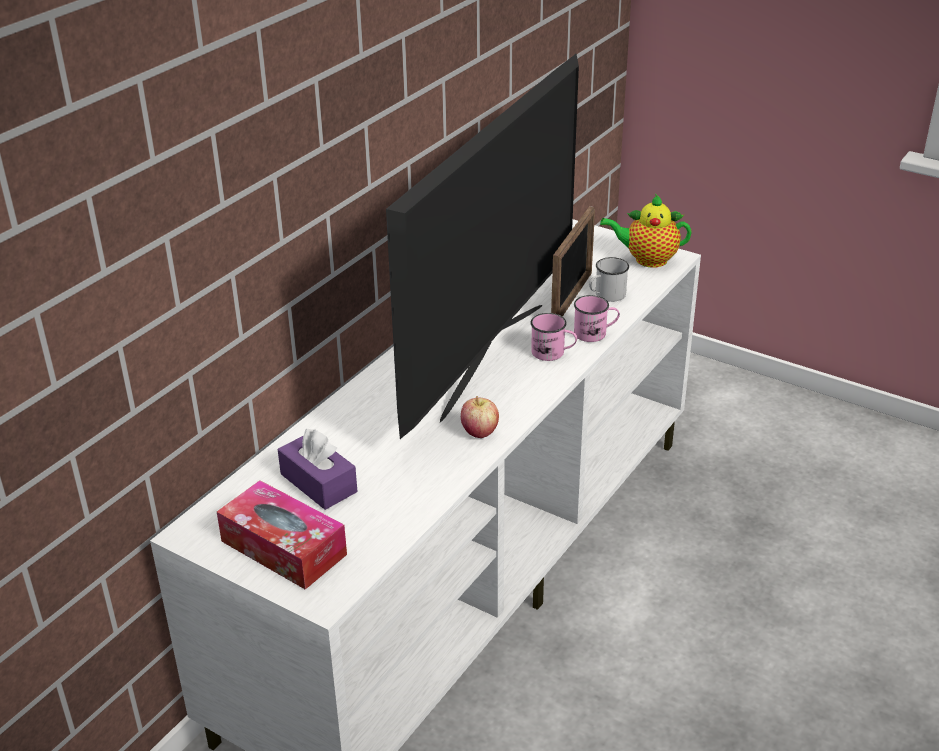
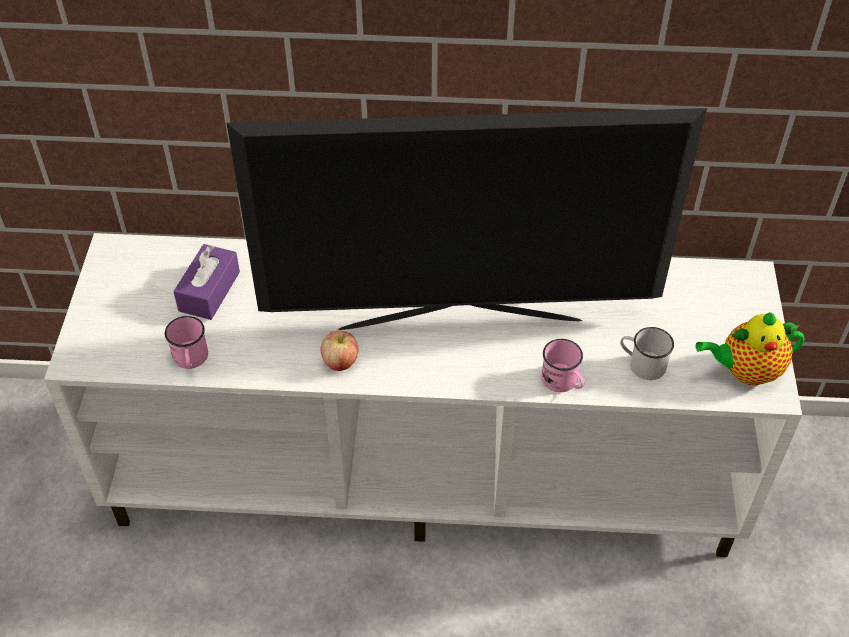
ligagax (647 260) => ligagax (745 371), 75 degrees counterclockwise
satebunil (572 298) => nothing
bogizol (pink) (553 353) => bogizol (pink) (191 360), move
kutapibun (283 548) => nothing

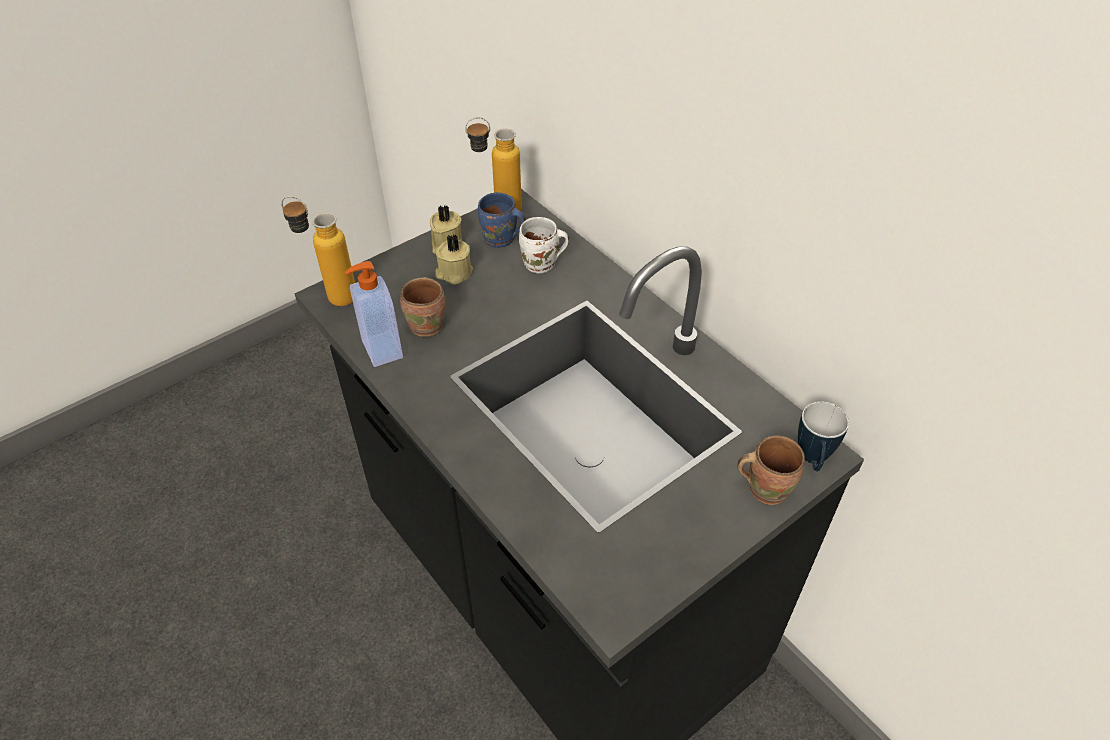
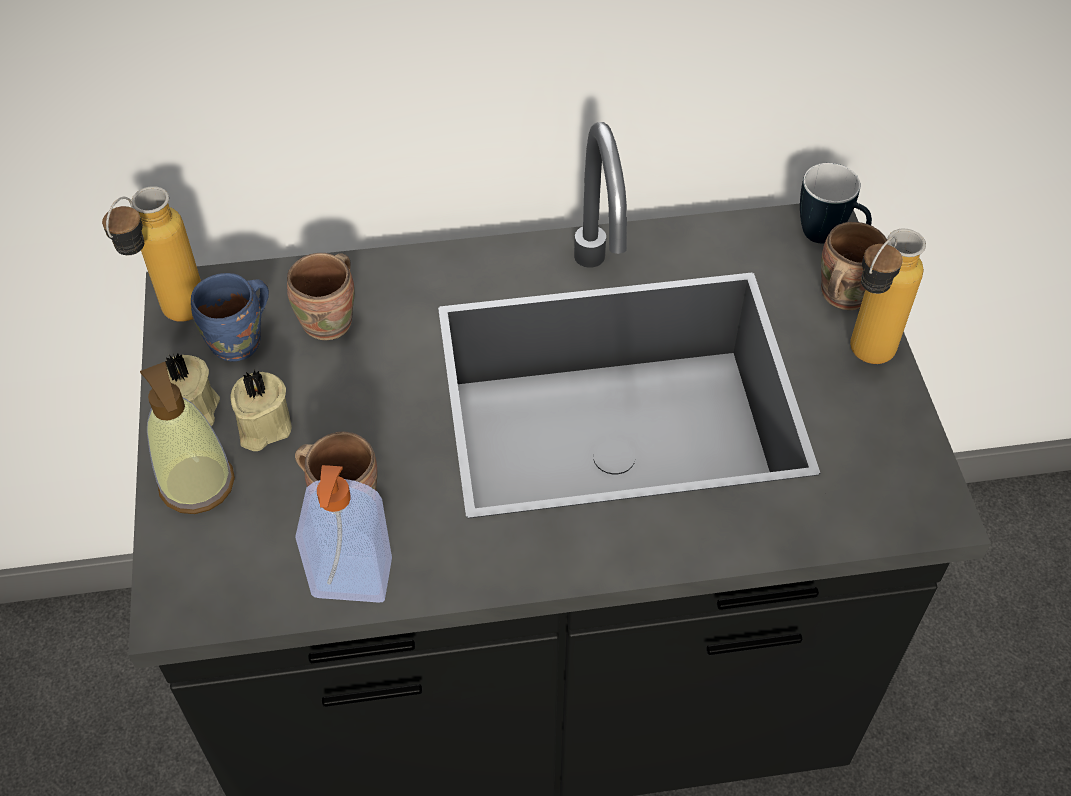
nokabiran (331 295) => nokabiran (861 359), move
bogizol (white) (542 265) => bogizol (brown) (332 321)
nothing => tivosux (197 484)

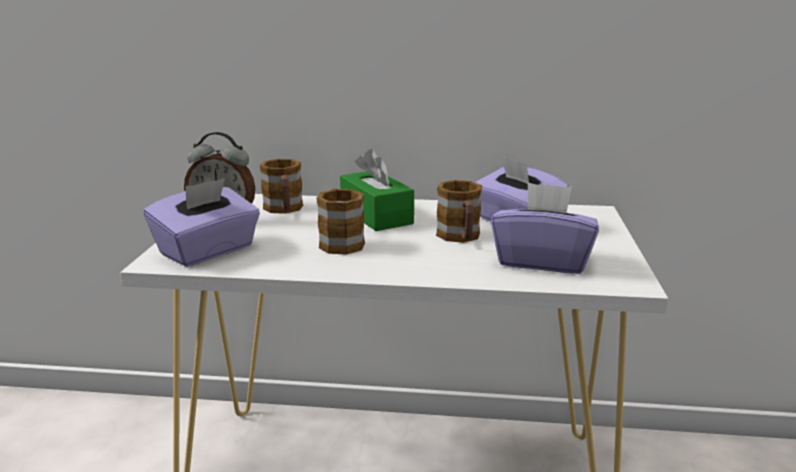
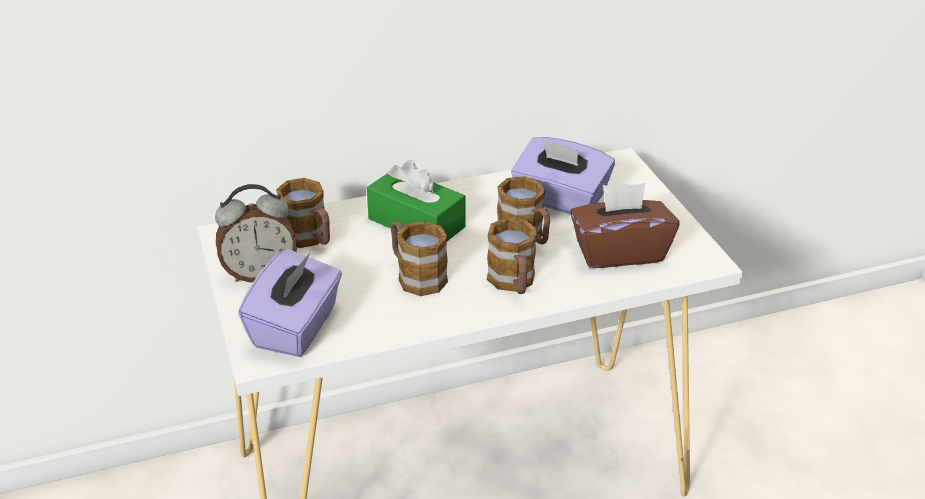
kutapibun (purple) (542 261) => kutapibun (brown) (619 252)
nothing => bogizol (513 283)

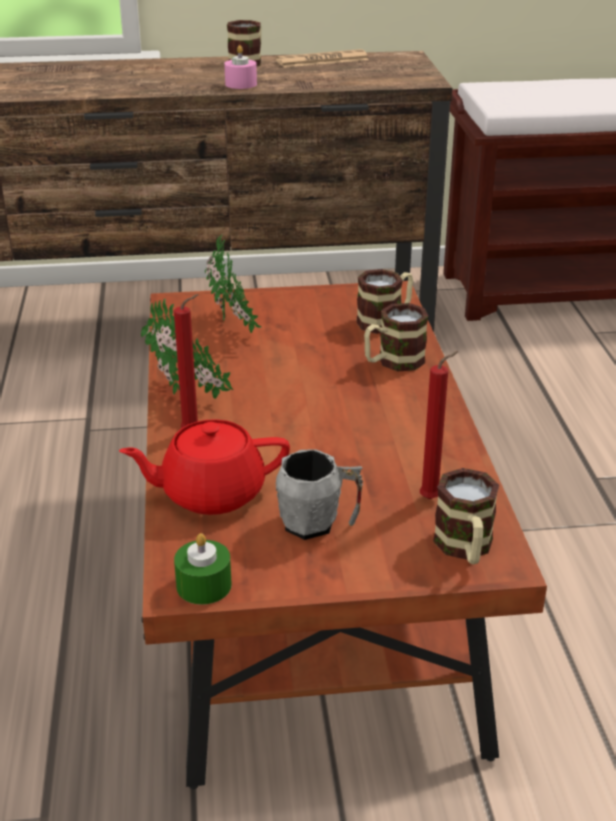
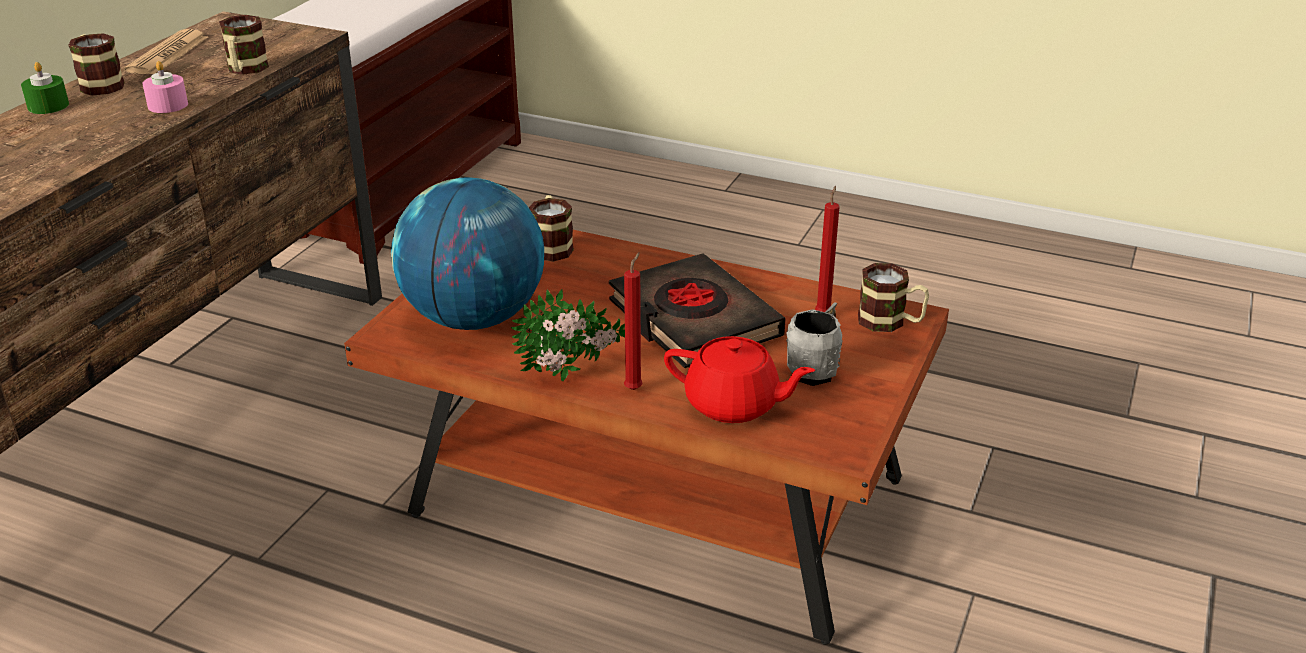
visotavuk (233 327) => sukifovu (474 318)
bogizol (393 362) => bogizol (245 70), move
ligagax (red) (211 493) => ligagax (red) (734 405), 90 degrees counterclockwise
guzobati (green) (204 585) => guzobati (green) (48 106), move
nothing => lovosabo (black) (693 320)

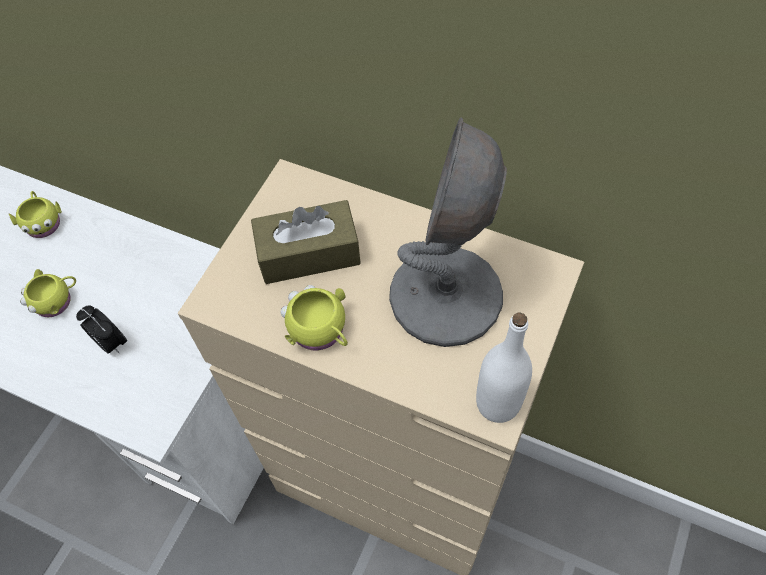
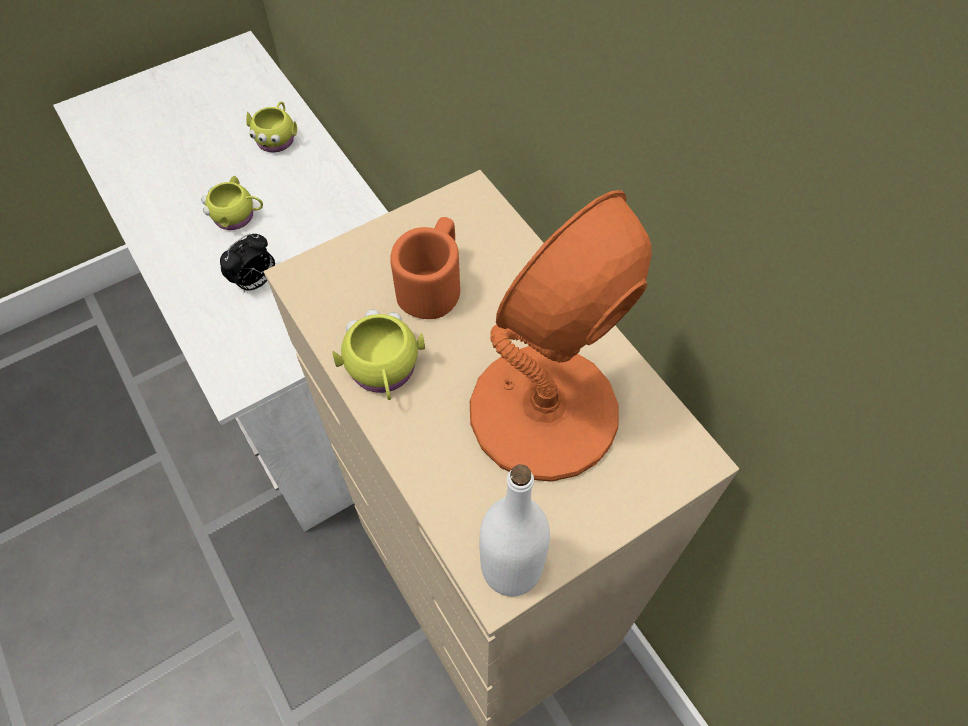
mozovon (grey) (446 297) => mozovon (orange) (543 414)
kutapibun (brown) (308 253) => bogizol (orange) (433 283)
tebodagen (111 342) => tebodagen (255 282), 120 degrees counterclockwise

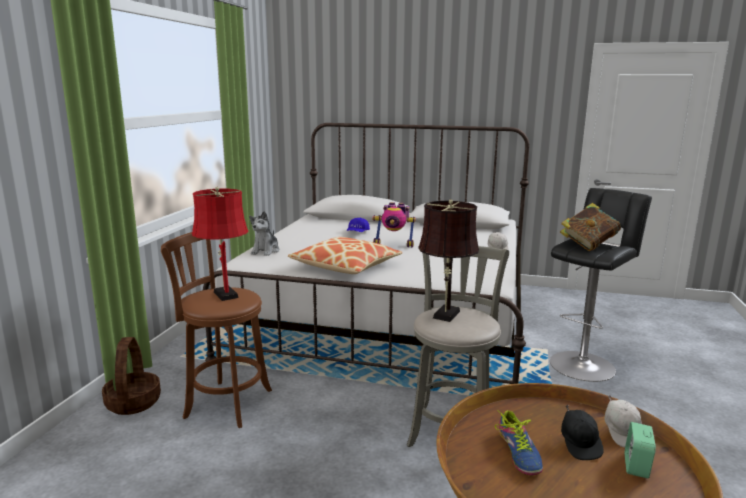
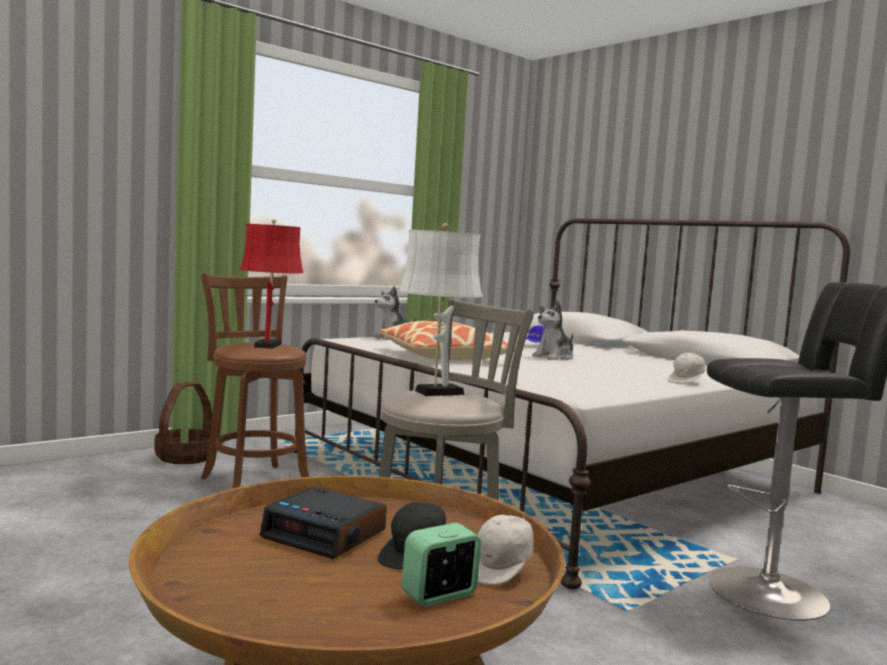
mozovon (brown) (445 316) => mozovon (white) (435 392)
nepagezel (394 244) => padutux (554 357)
lovosabo (588 245) => nothing
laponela (519 452) => tebodagen (326 534)

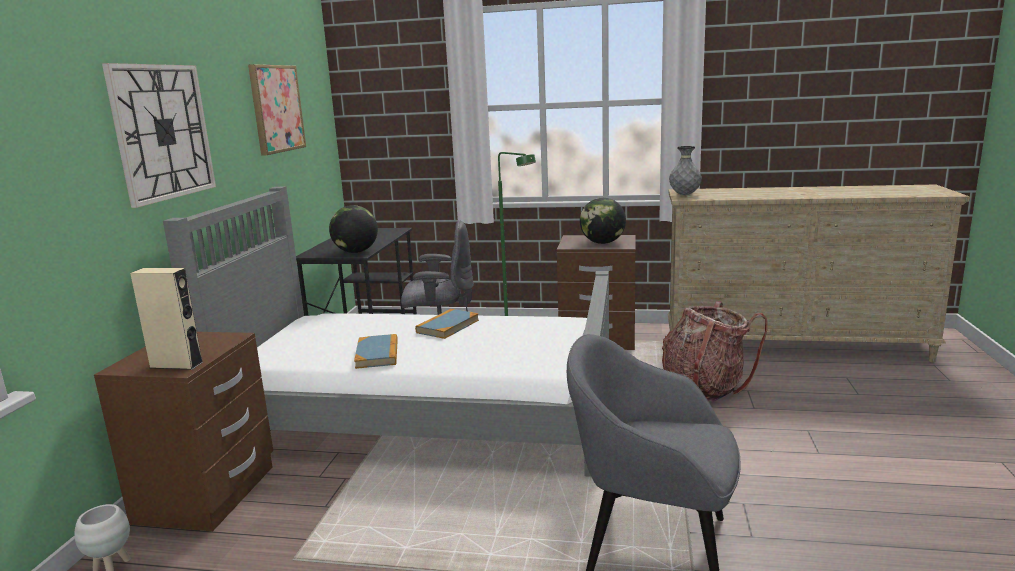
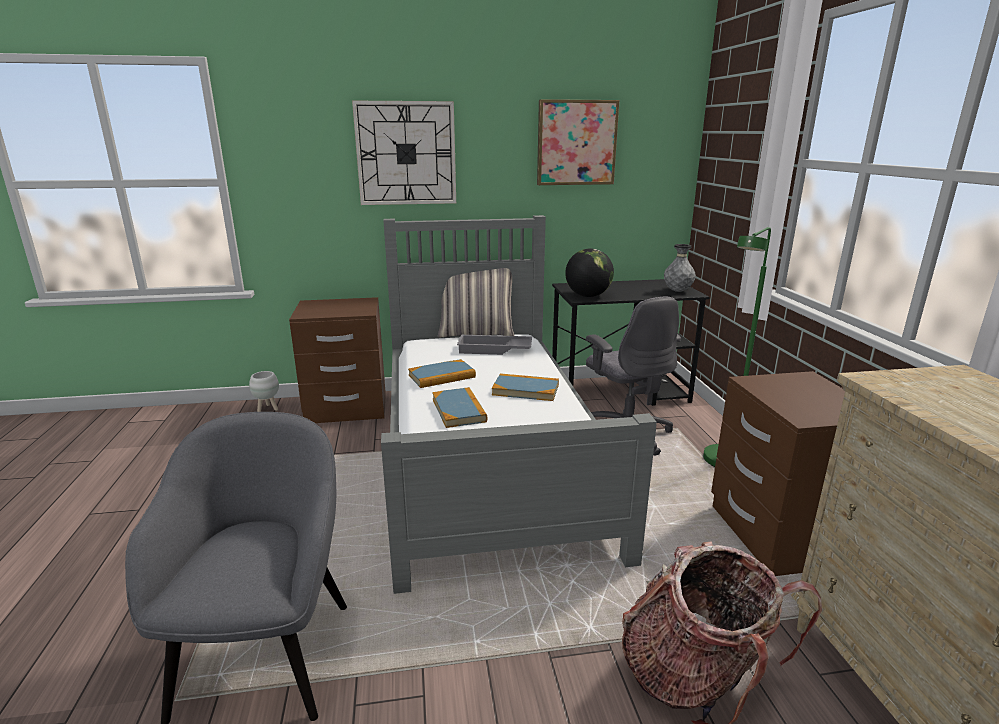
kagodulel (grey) (684 195) => kagodulel (grey) (677 291), move
sukifovu (602 243) => nothing
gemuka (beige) (176 365) => nothing
nothing => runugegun (476 333)
nothing => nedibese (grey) (494 350)
nothing => lovosabo (459 410)

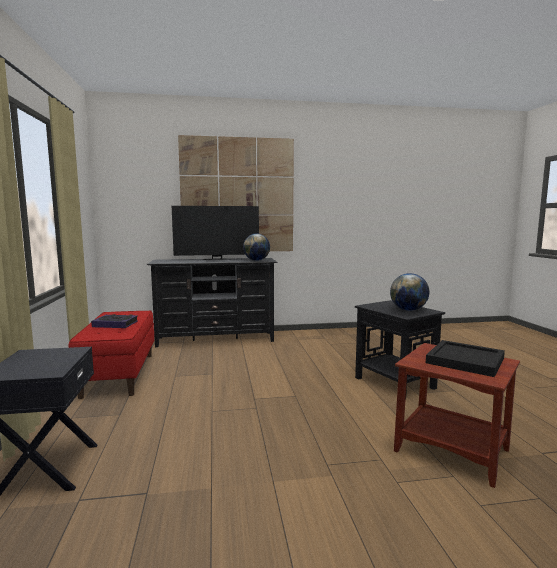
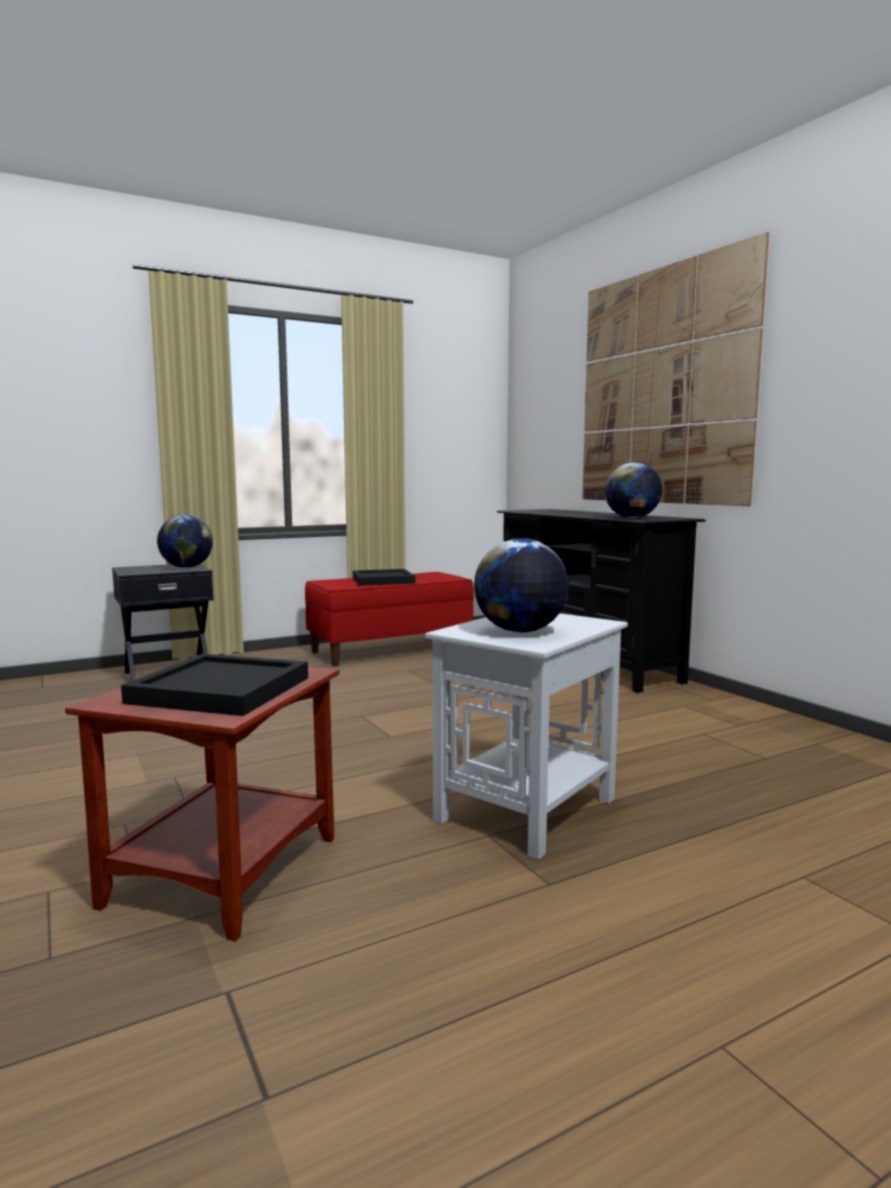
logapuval (217 259) => nothing
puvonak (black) (395 383) => puvonak (white) (525 810)
lovosabo (115 324) => nedibese (black) (383 580)
nothing => sukifovu (186 567)

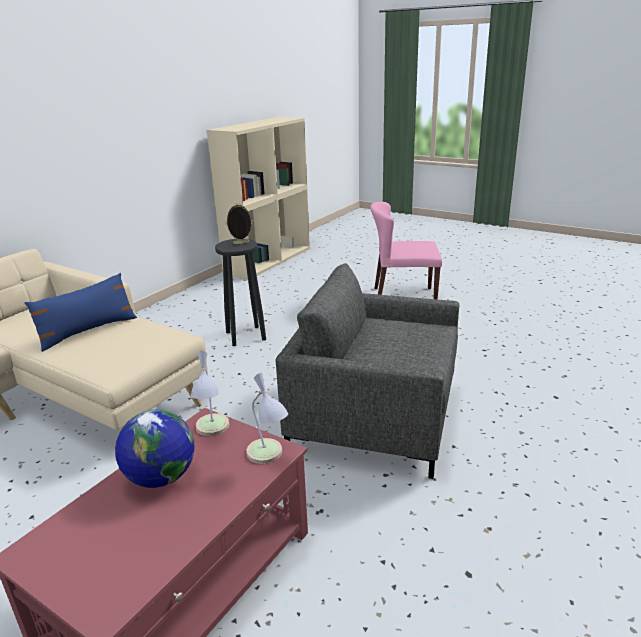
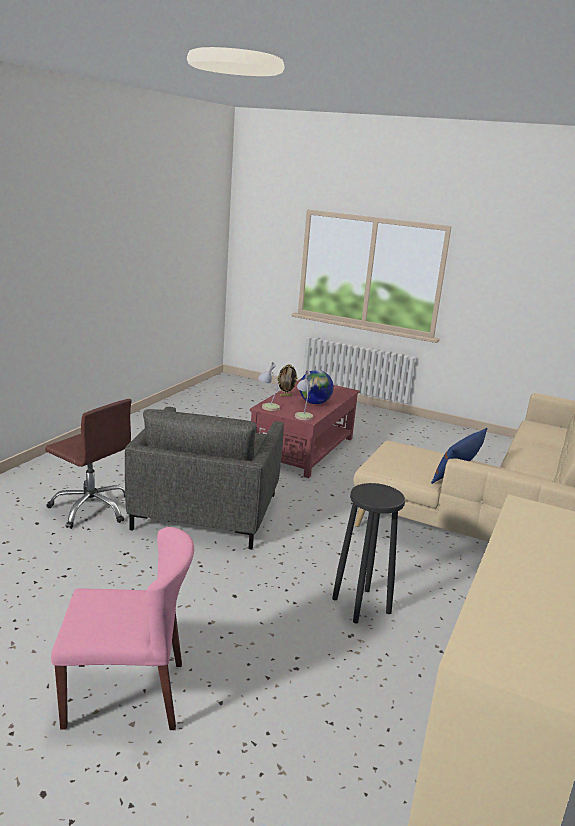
satebunil (241 243) => satebunil (286 395), move
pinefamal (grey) (374 418) => pinefamal (grey) (205 511), 90 degrees clockwise
nothing => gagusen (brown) (91 508)

